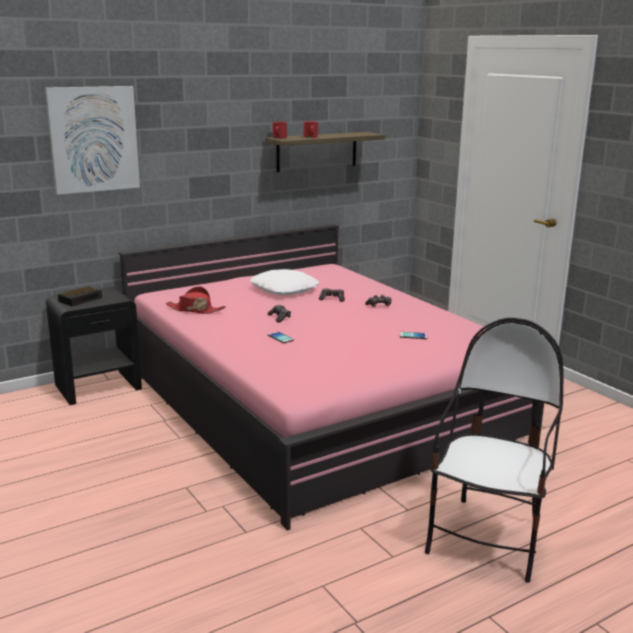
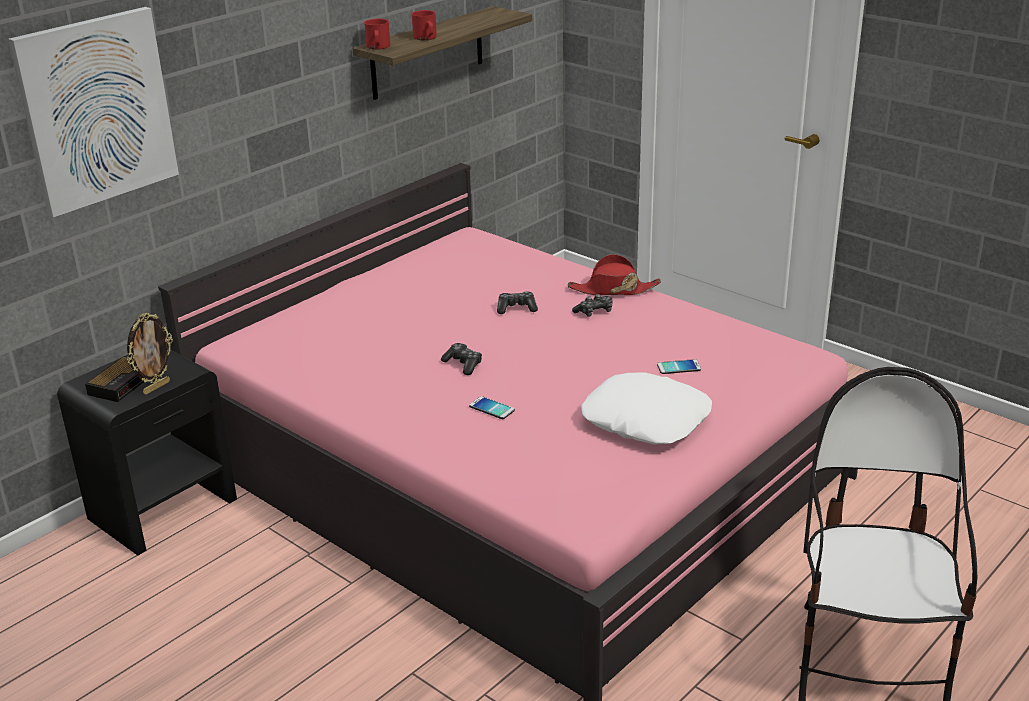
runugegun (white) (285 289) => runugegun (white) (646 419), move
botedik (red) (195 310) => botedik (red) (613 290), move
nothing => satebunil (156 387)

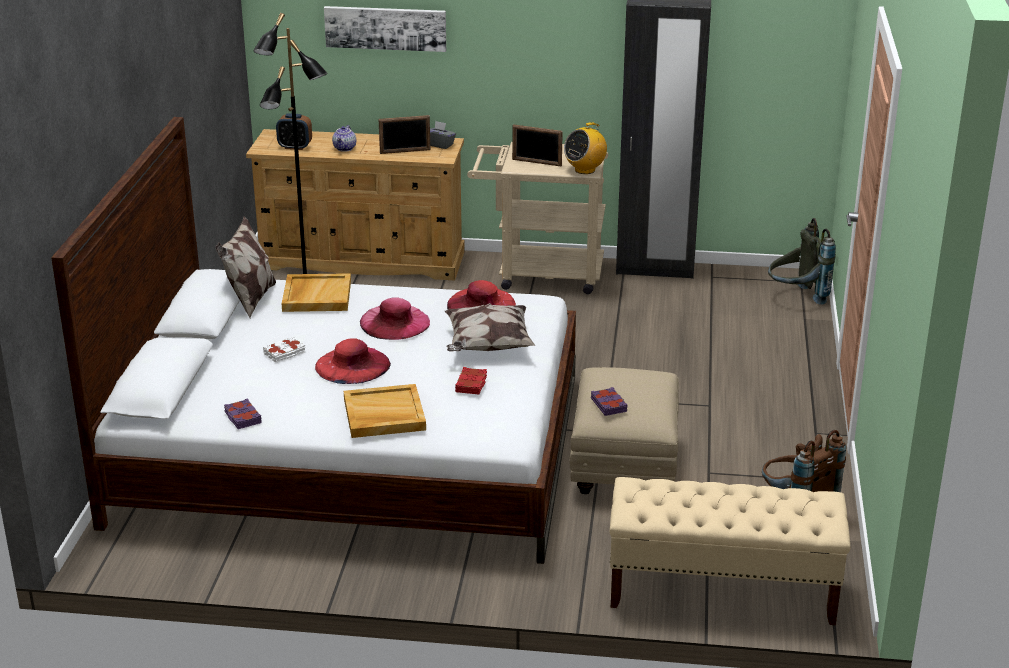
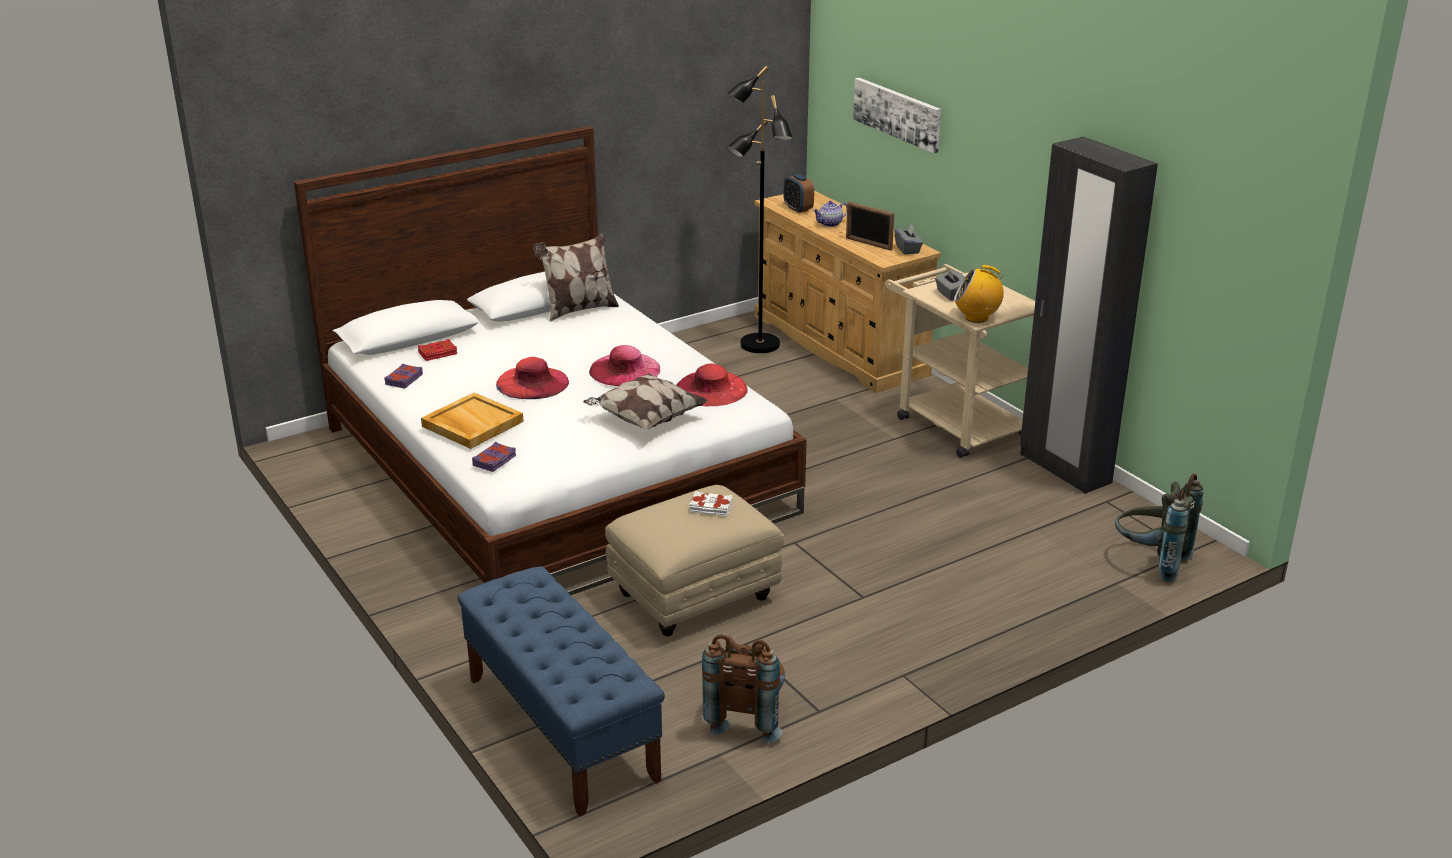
satebunil (536 162) => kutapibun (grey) (950 295)
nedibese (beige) (316 296) => nothing
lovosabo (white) (285 353) => lovosabo (white) (710 508), move
lovosabo (red) (471 384) => lovosabo (red) (438 353), move
lovosabo (purple) (609 405) => lovosabo (purple) (495 461), move
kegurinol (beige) (721 591) => kegurinol (blue) (561 728)

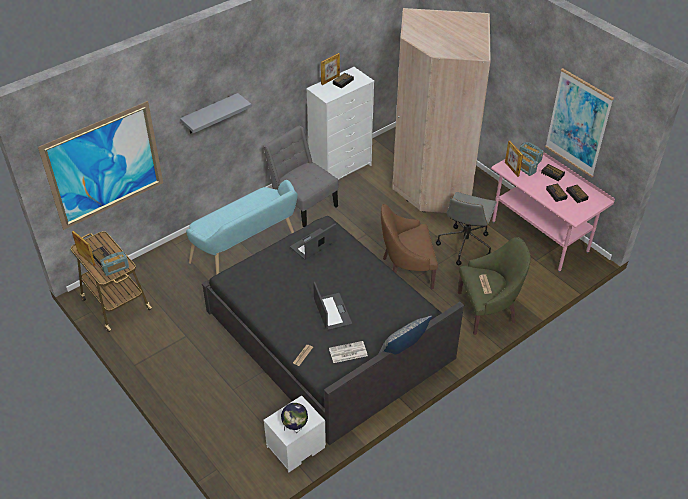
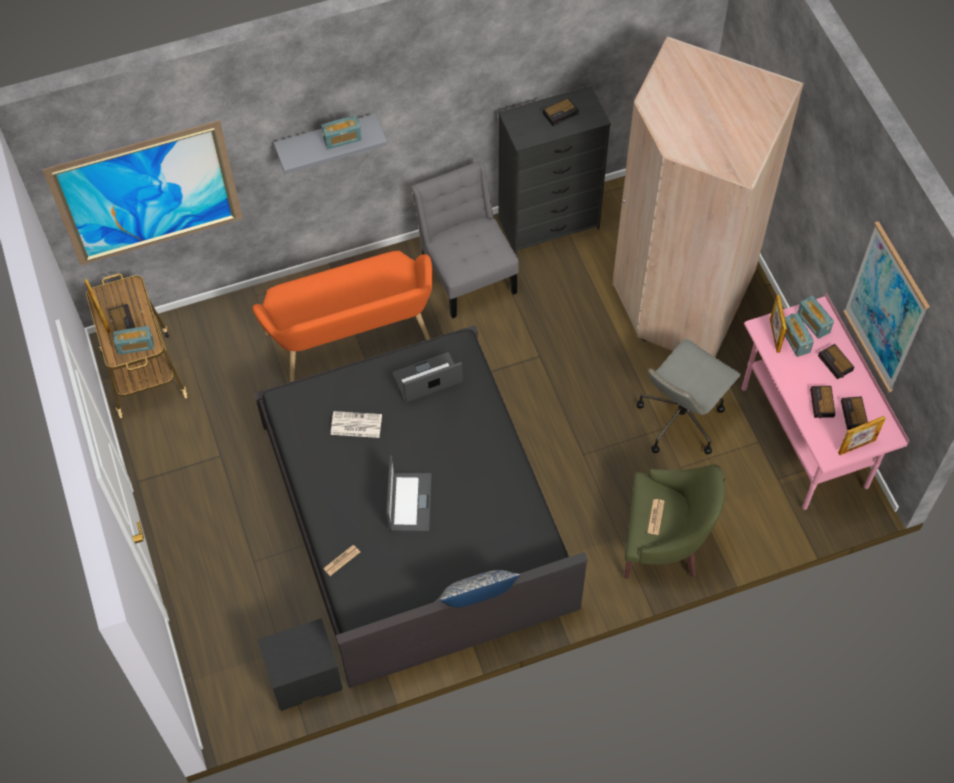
satebunil (330 80) => satebunil (856 446), move
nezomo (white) (341 168) => nezomo (black) (549 223)
kegurinol (turquoise) (248 255) => kegurinol (orange) (353 344)
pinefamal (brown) (406 270) => nothing
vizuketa (347 352) => vizuketa (355 425), move
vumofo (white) (295 448) => vumofo (black) (303 678)
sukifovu (295 428) => nothing
nothing => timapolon (342 139)

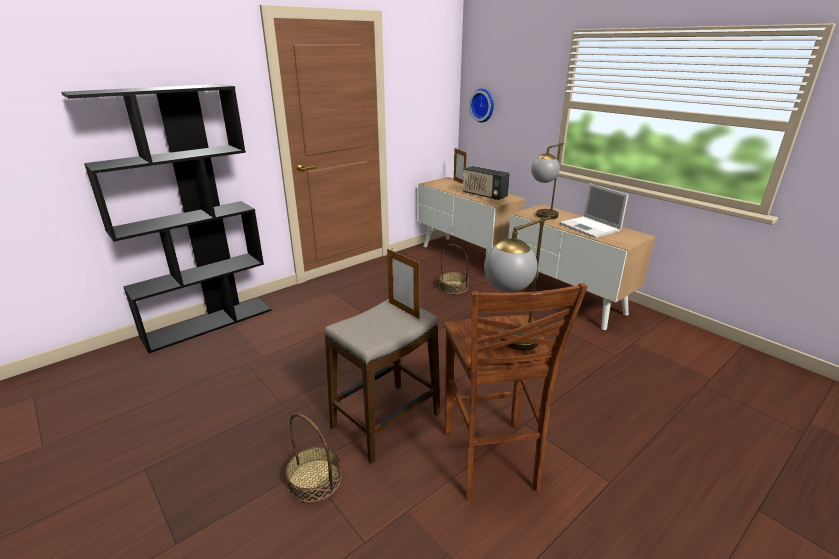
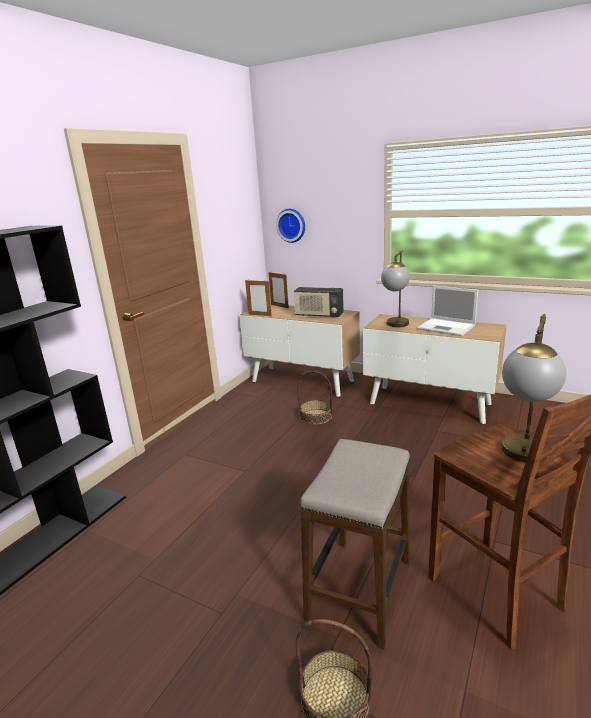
satebunil (403 310) => satebunil (260 315), move

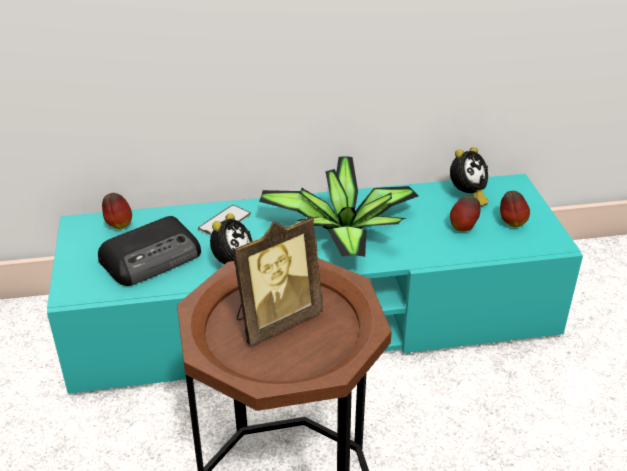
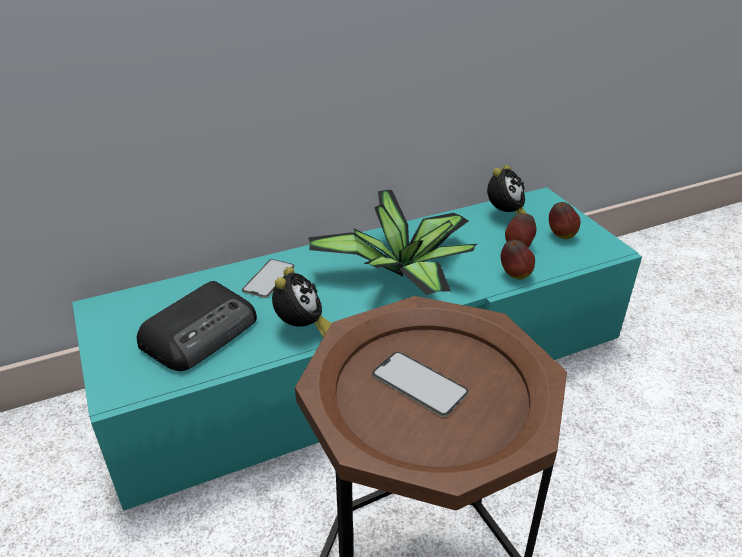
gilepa (118 225) => gilepa (514 275), move
satebunil (275 320) => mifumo (419 383)

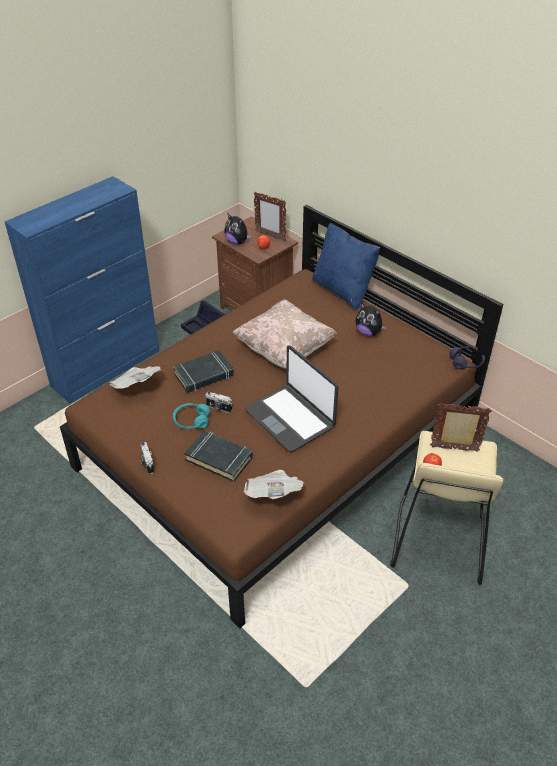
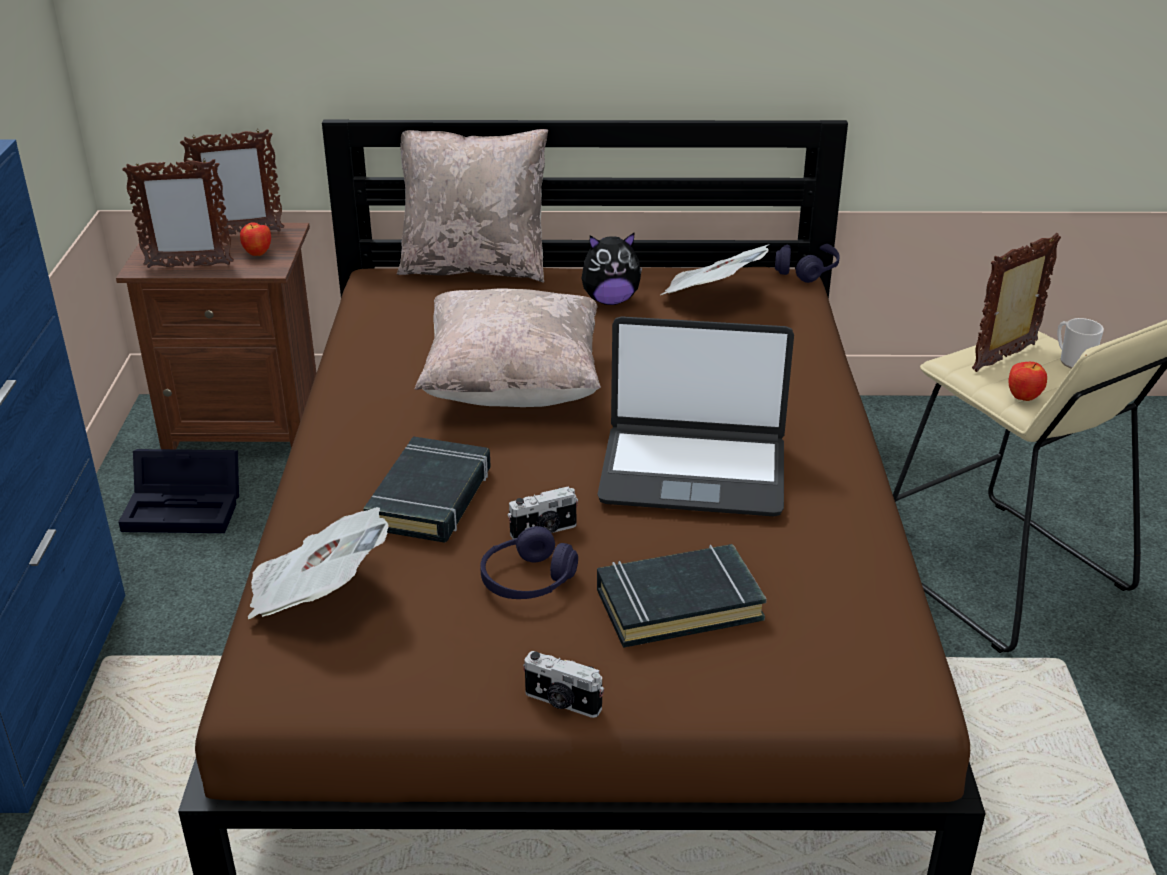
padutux (237 242) => satebunil (188 266)
runugegun (blue) (343 290) => runugegun (beige) (475 267)
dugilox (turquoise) (191 421) => dugilox (purple) (527 580)
vizuketa (273 494) => vizuketa (711 296), move
nothing => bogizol (1072 361)

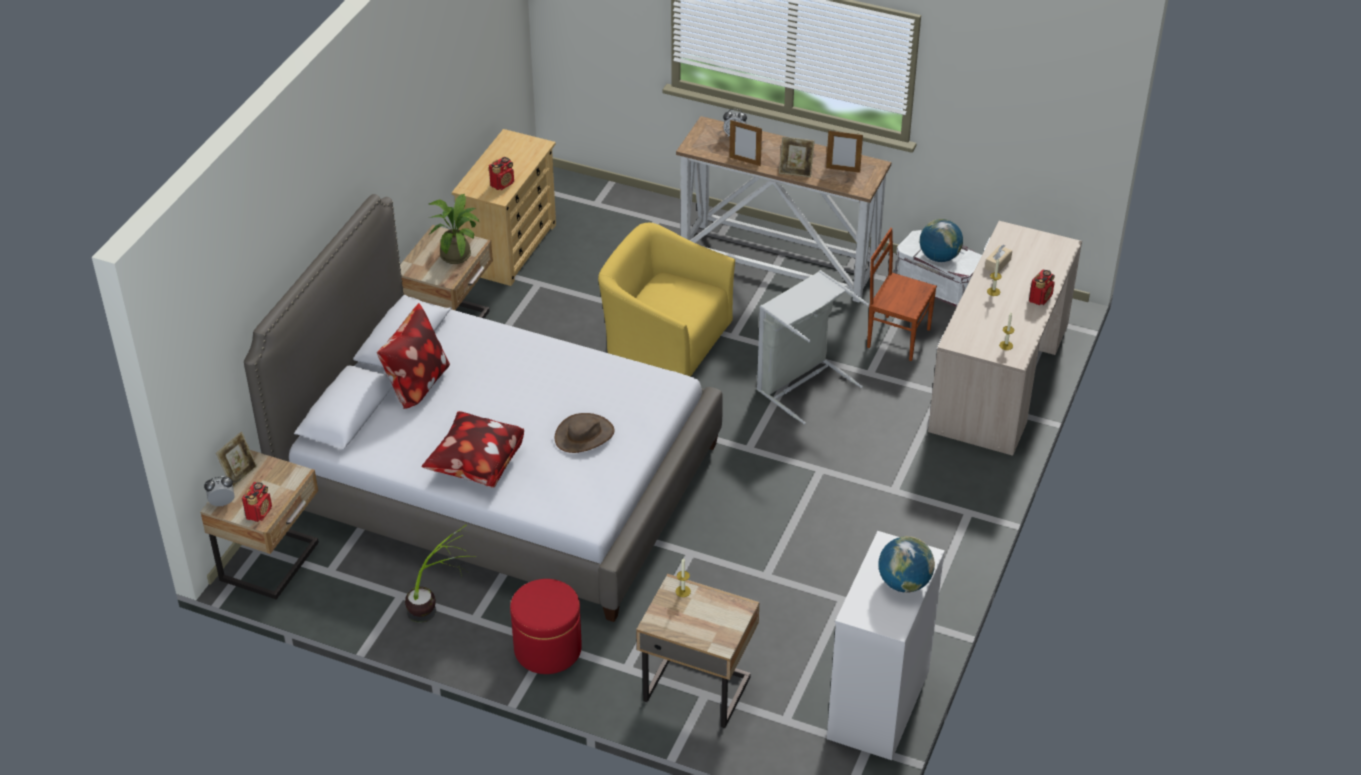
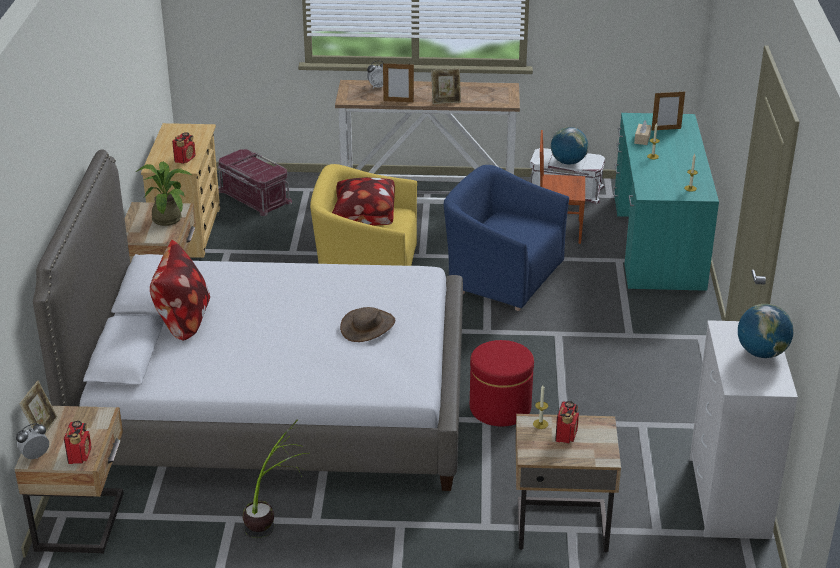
satebunil (843 170) => satebunil (666 129), move
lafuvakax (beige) (998 377) => lafuvakax (turquoise) (657 240)
timapolon (1040 298) => timapolon (566 435), move
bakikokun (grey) (802 384) => pinefamal (blue) (502 276)
runugegun (475 466) => runugegun (363 219), move
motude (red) (547 649) => motude (red) (500 408), move
nothing => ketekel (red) (253 197)

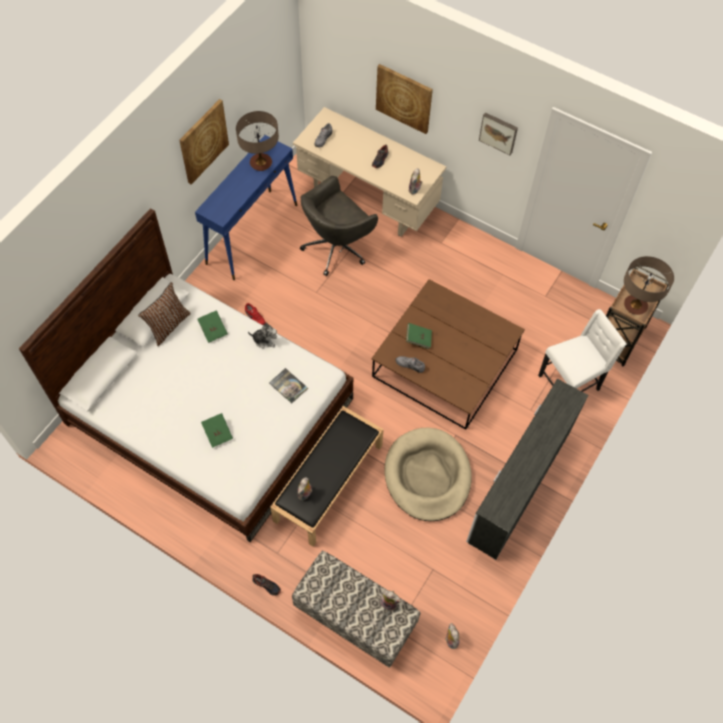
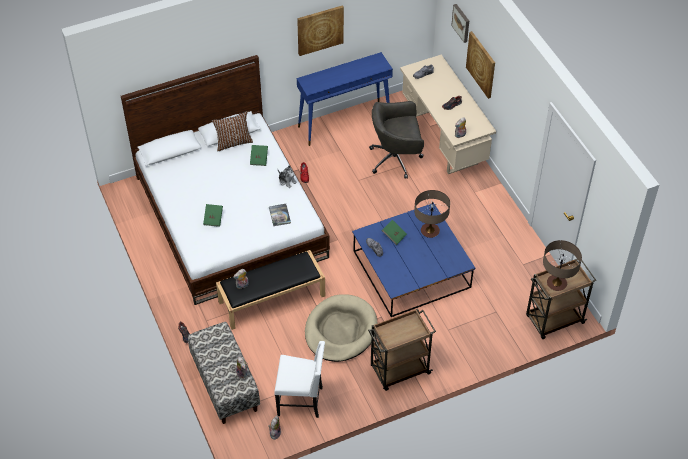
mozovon (261 163) => mozovon (430 231), move
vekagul (499 132) => vekagul (461 22), move
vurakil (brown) (445 363) => vurakil (blue) (411 269)
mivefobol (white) (570 383) => mivefobol (white) (301 400), move
nezomo (white) (519 485) => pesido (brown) (399 370)

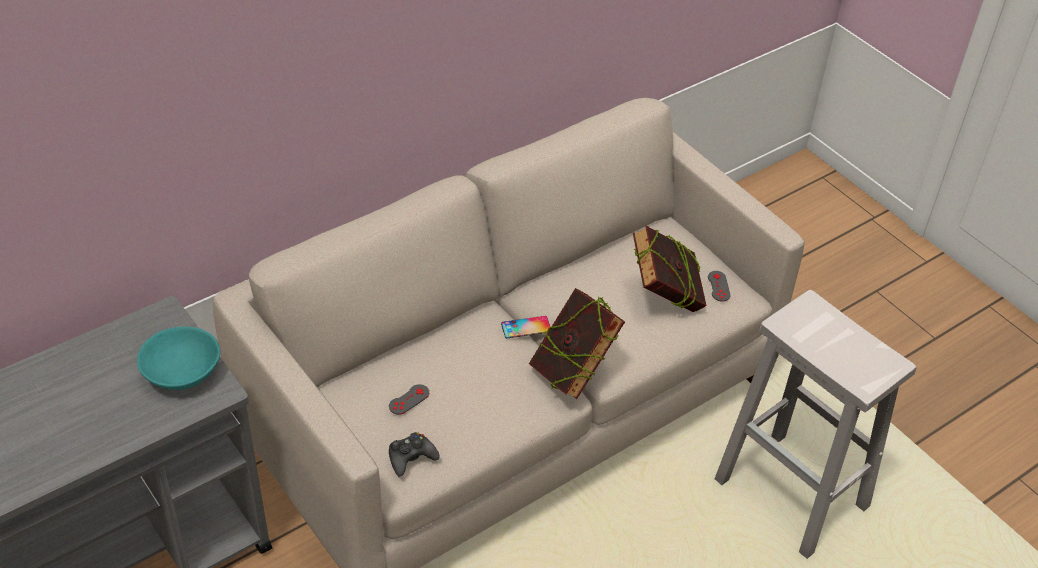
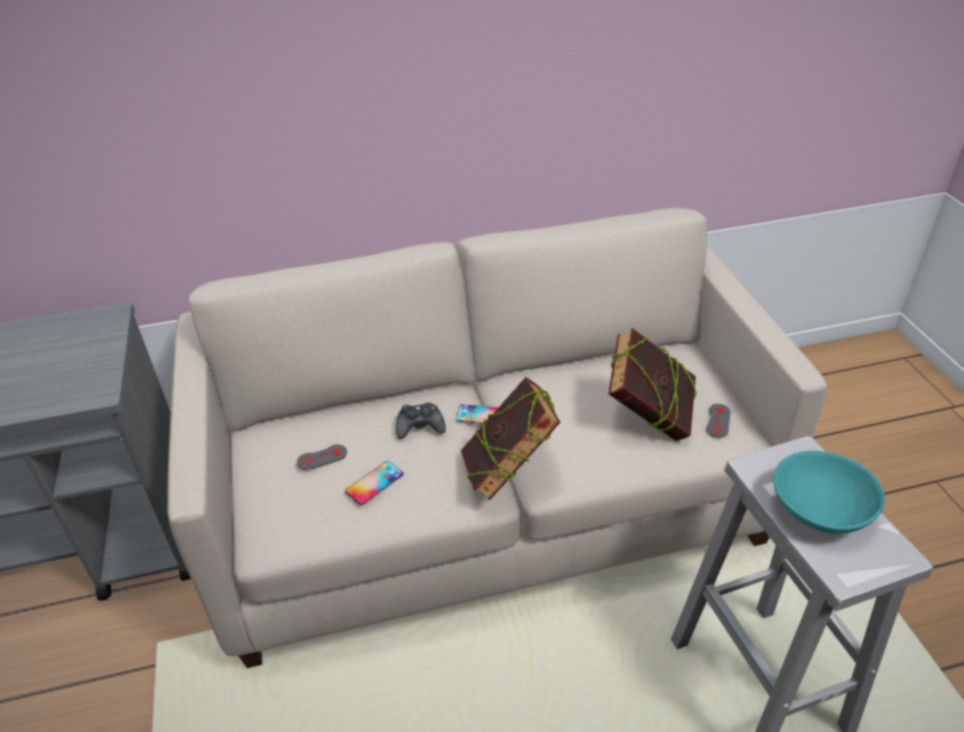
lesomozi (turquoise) (182 374) => lesomozi (turquoise) (820 511), move
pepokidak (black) (411 457) => pepokidak (black) (420 426), move
nothing => mifumo (374 483)

